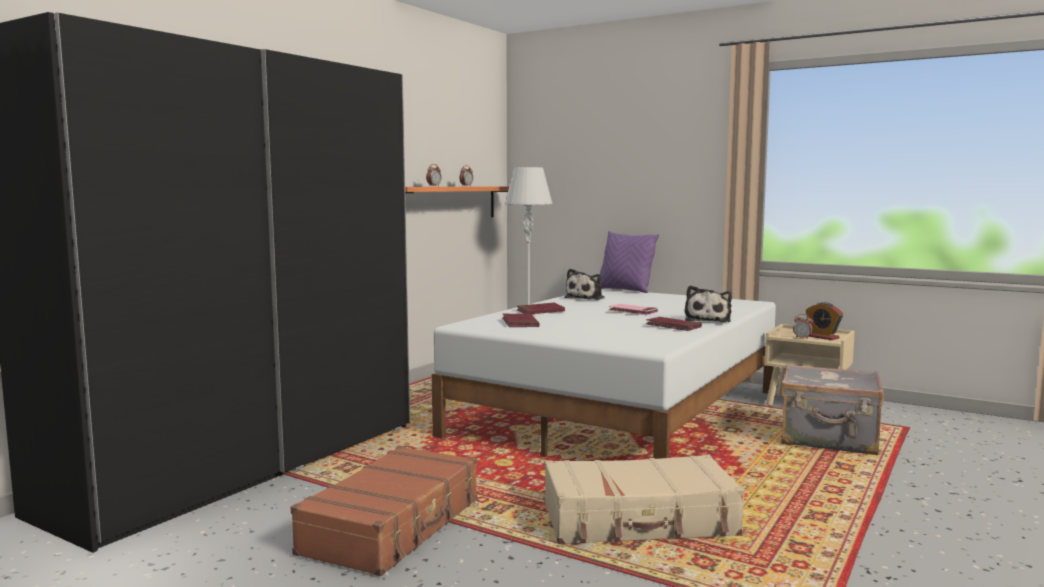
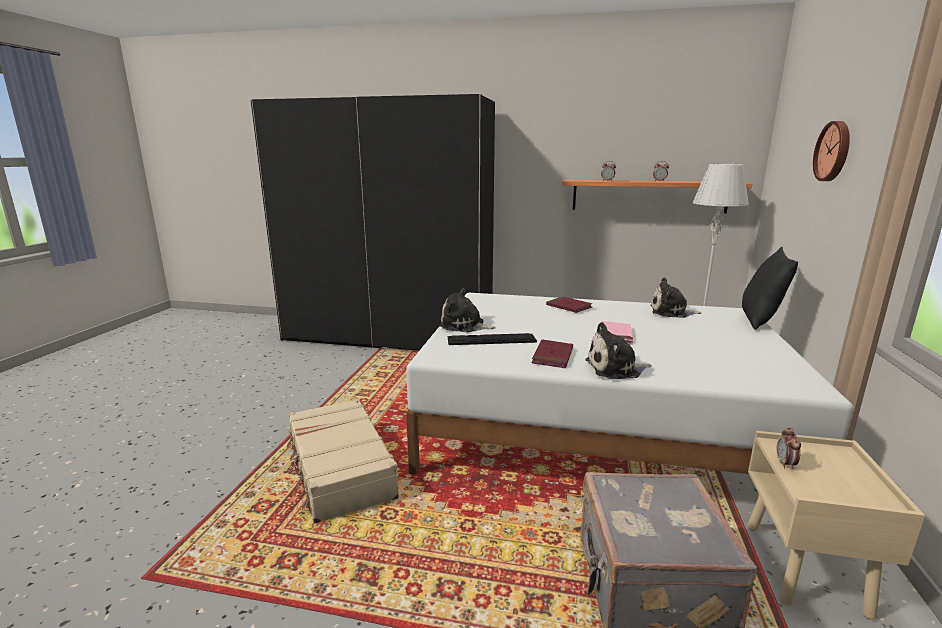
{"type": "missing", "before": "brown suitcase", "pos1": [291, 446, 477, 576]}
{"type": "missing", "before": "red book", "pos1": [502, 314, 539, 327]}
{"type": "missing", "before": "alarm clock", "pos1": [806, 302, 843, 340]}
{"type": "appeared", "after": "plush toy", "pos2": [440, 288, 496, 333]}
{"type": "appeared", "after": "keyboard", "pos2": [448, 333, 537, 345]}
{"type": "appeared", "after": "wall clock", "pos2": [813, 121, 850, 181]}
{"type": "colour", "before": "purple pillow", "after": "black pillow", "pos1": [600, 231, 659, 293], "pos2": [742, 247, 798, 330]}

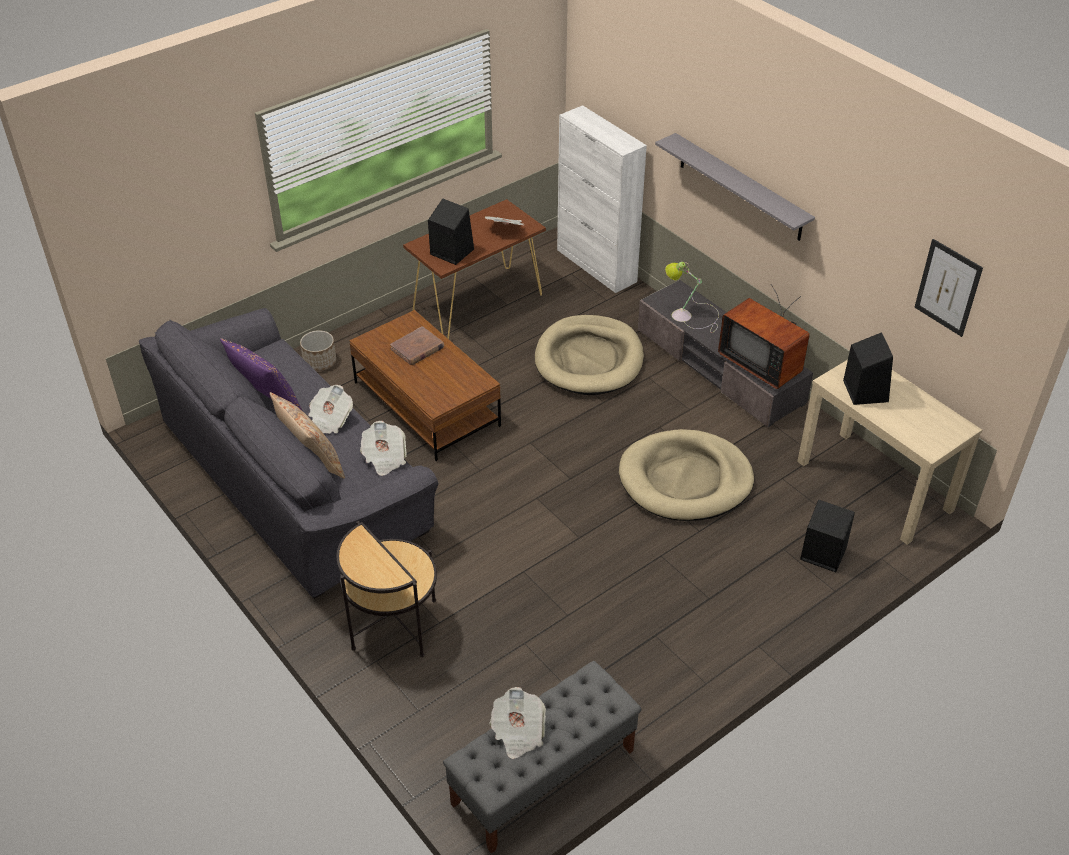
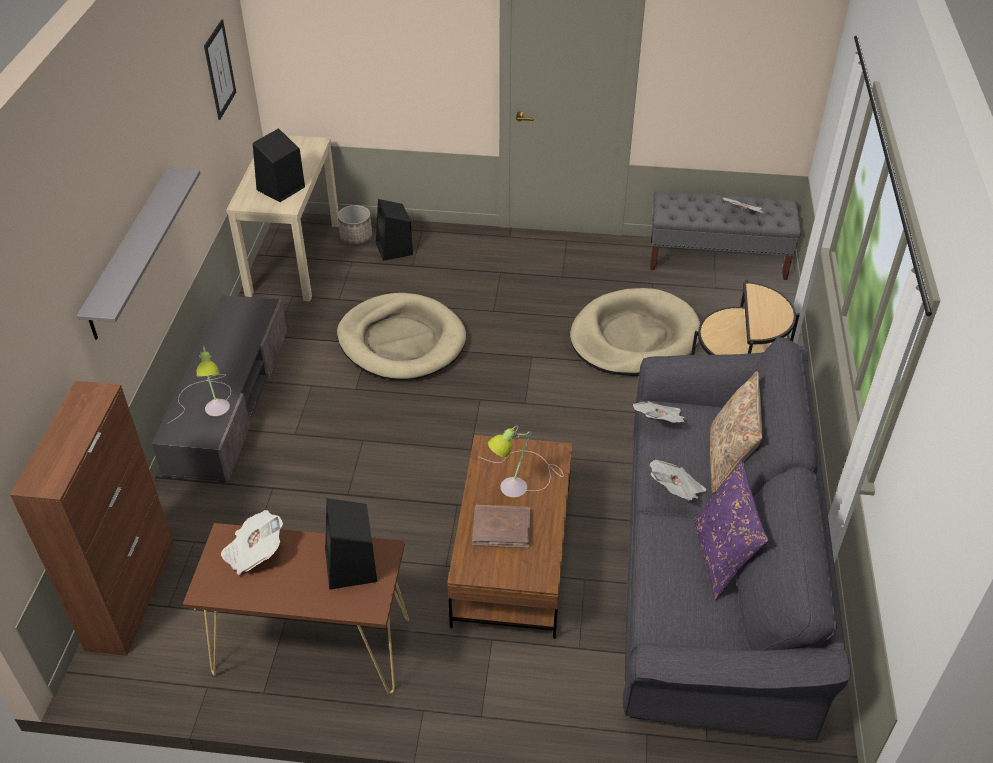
{"type": "missing", "before": "television", "pos1": [718, 284, 810, 389]}
{"type": "appeared", "after": "table lamp", "pos2": [478, 425, 564, 498]}
{"type": "relocated", "before": "planter", "pos1": [300, 330, 336, 371], "pos2": [337, 205, 372, 244]}
{"type": "relocated", "before": "beige dog bed", "pos1": [535, 315, 644, 395], "pos2": [570, 288, 700, 376]}
{"type": "colour", "before": "white cabinet", "after": "brown cabinet", "pos1": [557, 105, 647, 293], "pos2": [10, 381, 174, 656]}

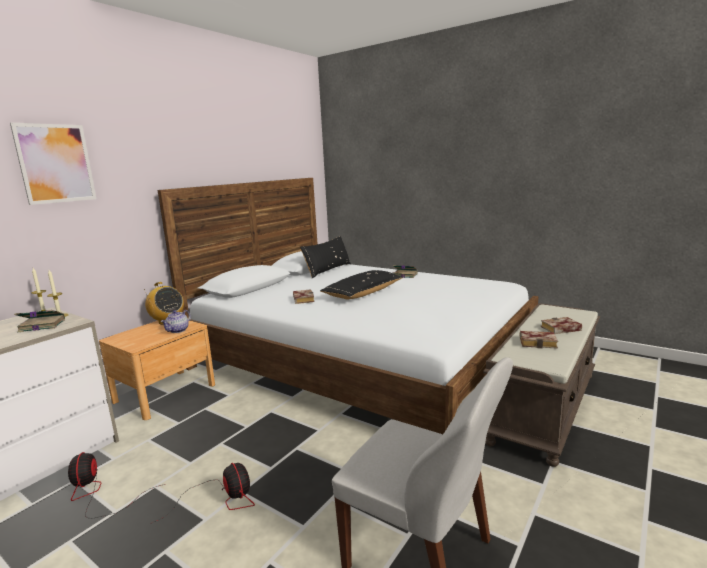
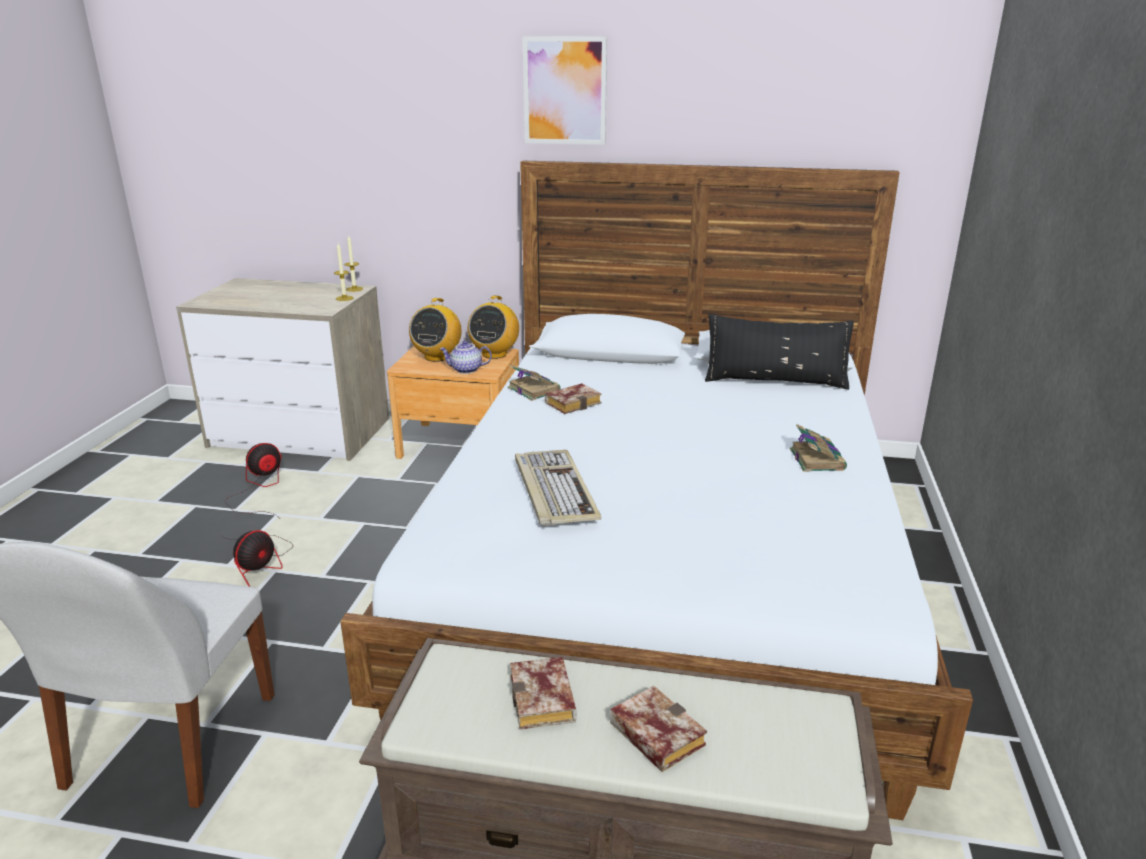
{"type": "missing", "before": "black pillow", "pos1": [320, 270, 403, 299]}
{"type": "appeared", "after": "radio", "pos2": [409, 298, 462, 362]}
{"type": "appeared", "after": "keyboard", "pos2": [515, 450, 601, 526]}
{"type": "relocated", "before": "picture", "pos1": [10, 123, 96, 205], "pos2": [523, 37, 607, 145]}
{"type": "relocated", "before": "book", "pos1": [14, 310, 65, 332], "pos2": [508, 365, 561, 401]}

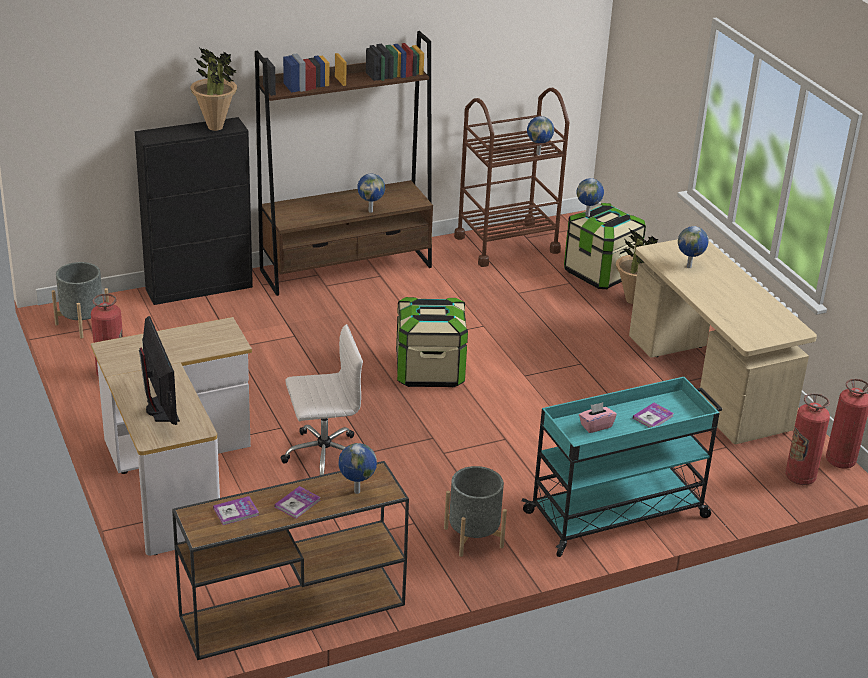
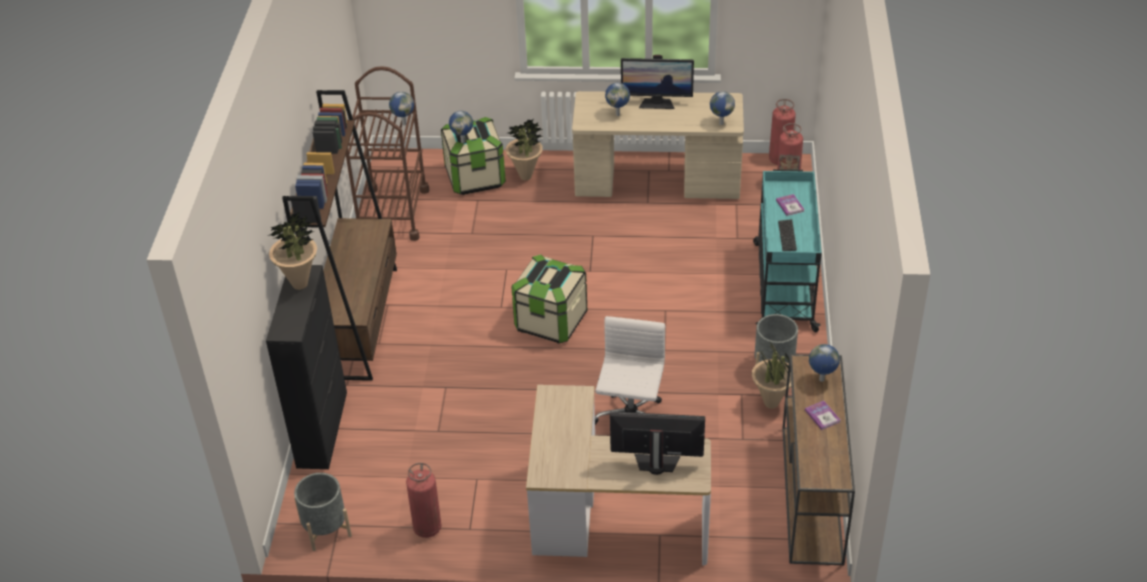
{"type": "missing", "before": "book", "pos1": [213, 496, 259, 525]}
{"type": "appeared", "after": "monitor", "pos2": [621, 55, 694, 109]}
{"type": "appeared", "after": "potted plant", "pos2": [751, 340, 791, 409]}
{"type": "relocated", "before": "globe", "pos1": [357, 174, 385, 213], "pos2": [710, 91, 735, 125]}
{"type": "exchanged", "before": "pink tissue box", "after": "keyboard", "pos1": [579, 402, 617, 433], "pos2": [778, 220, 797, 251]}

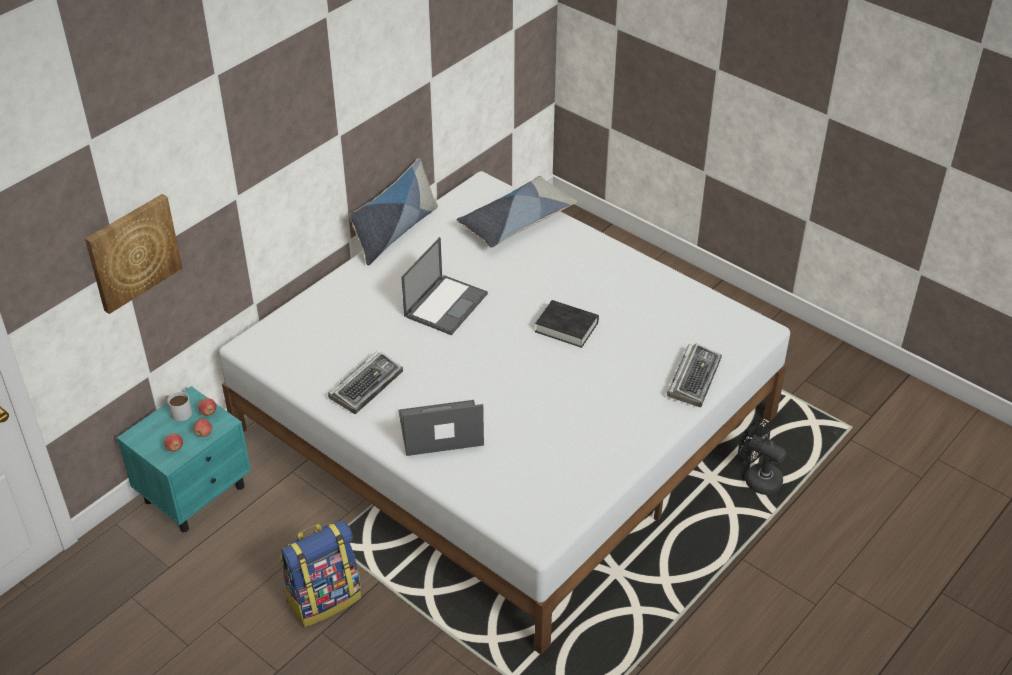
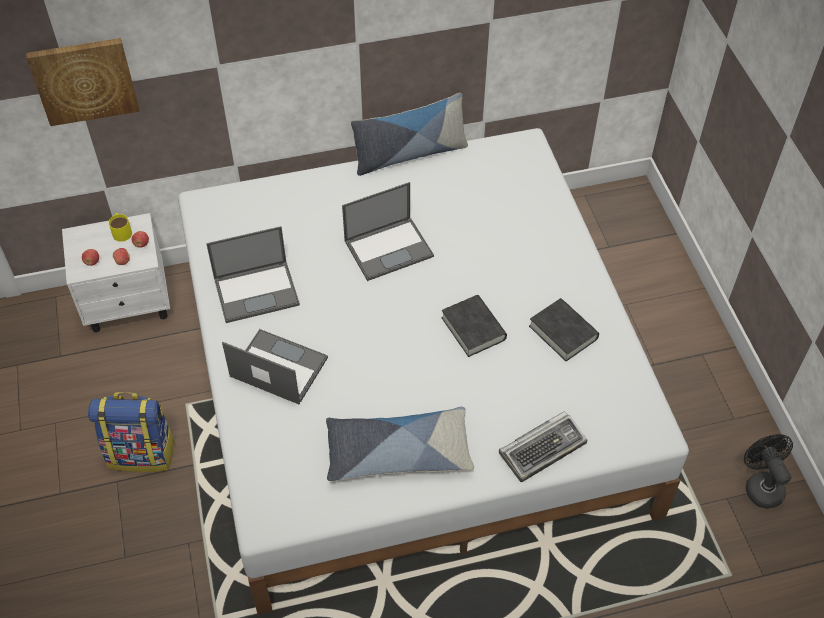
{"type": "appeared", "after": "black book", "pos2": [529, 298, 599, 361]}
{"type": "relocated", "before": "pillow", "pos1": [456, 176, 577, 248], "pos2": [326, 407, 474, 482]}
{"type": "relocated", "before": "black fan", "pos1": [738, 420, 786, 495], "pos2": [744, 434, 793, 509]}
{"type": "exchanged", "before": "keyboard", "after": "laptop", "pos1": [328, 352, 403, 414], "pos2": [206, 226, 300, 323]}
{"type": "colour", "before": "turquoise nightstand", "after": "white nightstand", "pos1": [117, 386, 251, 532], "pos2": [62, 213, 170, 333]}
{"type": "colour", "before": "white mug", "after": "yellow mug", "pos1": [165, 392, 192, 421], "pos2": [109, 213, 132, 242]}

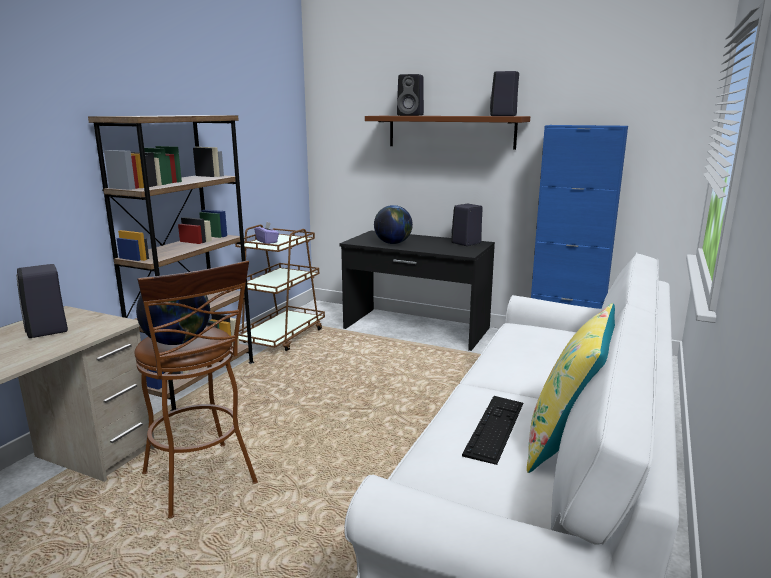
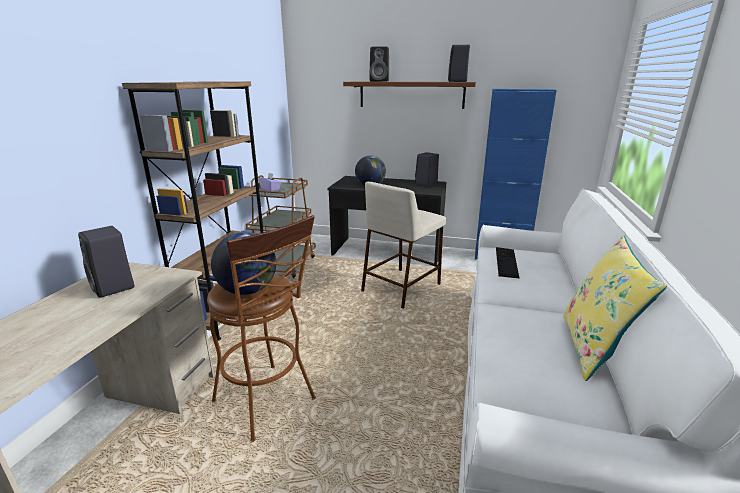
{"type": "appeared", "after": "beige stool", "pos2": [361, 182, 446, 309]}
{"type": "relocated", "before": "keyboard", "pos1": [462, 396, 523, 465], "pos2": [496, 247, 519, 278]}

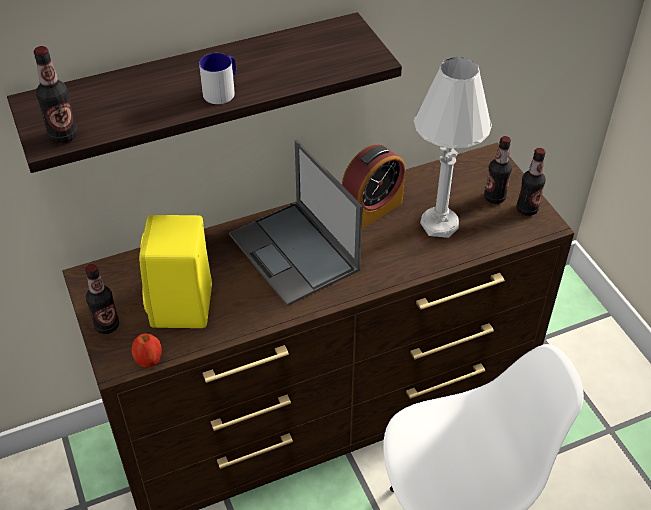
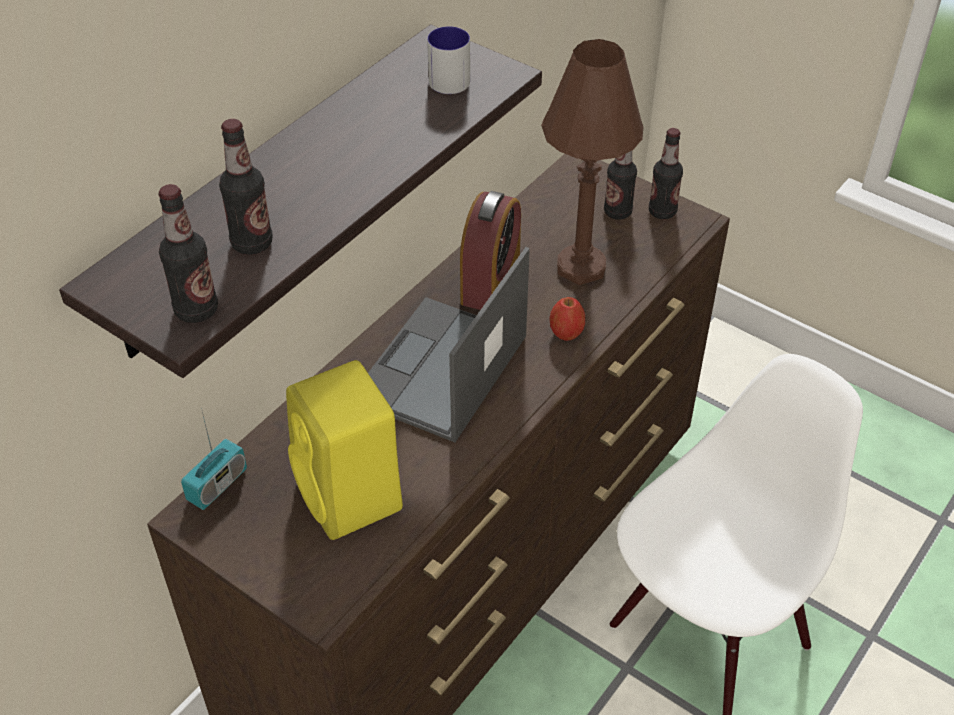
{"type": "appeared", "after": "radio", "pos2": [181, 408, 247, 510]}
{"type": "relocated", "before": "bottle", "pos1": [85, 264, 119, 334], "pos2": [219, 119, 273, 255]}
{"type": "relocated", "before": "apple", "pos1": [131, 333, 162, 367], "pos2": [549, 297, 585, 341]}
{"type": "relocated", "before": "mug", "pos1": [199, 53, 236, 104], "pos2": [427, 26, 470, 94]}
{"type": "colour", "before": "white table lamp", "after": "brown table lamp", "pos1": [414, 57, 492, 238], "pos2": [541, 39, 643, 285]}
{"type": "spun", "before": "laptop", "pos1": [229, 140, 363, 306], "pos2": [368, 247, 530, 442], "turn": 90}

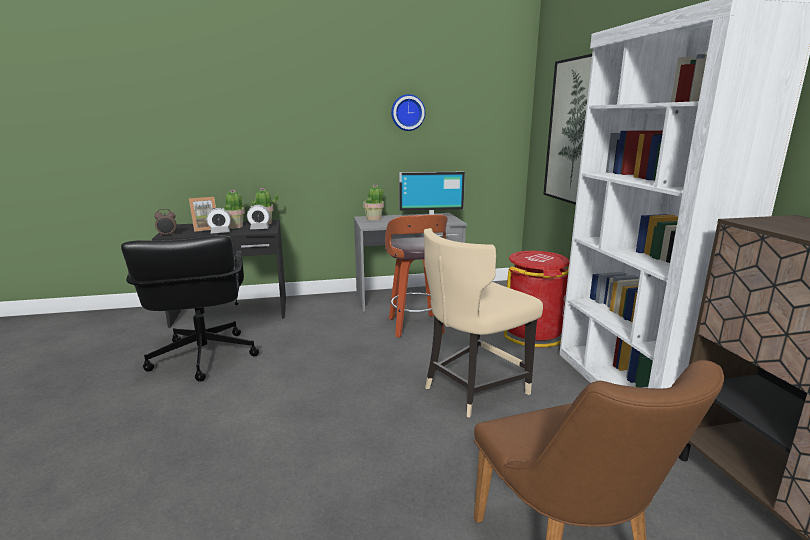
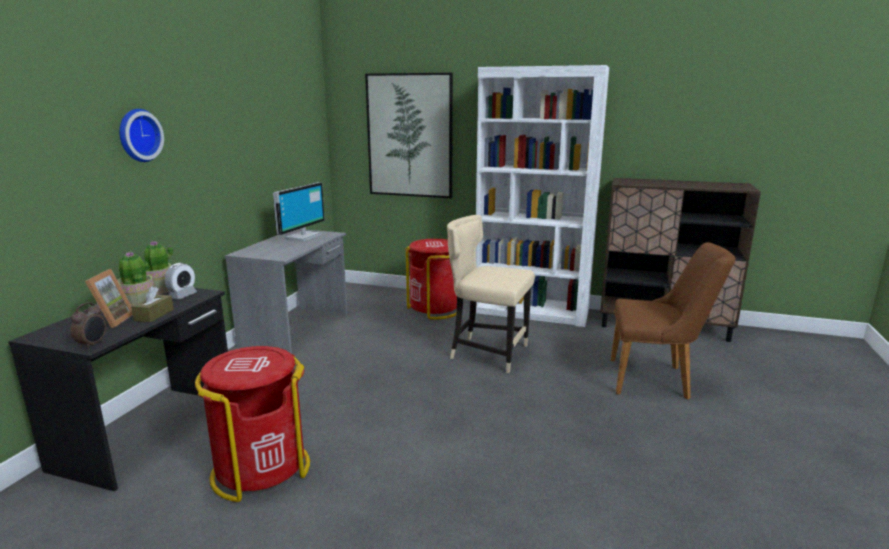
{"type": "missing", "before": "potted plant", "pos1": [363, 184, 384, 221]}
{"type": "missing", "before": "stool", "pos1": [385, 215, 448, 338]}
{"type": "relocated", "before": "wall clock", "pos1": [391, 94, 425, 131], "pos2": [119, 109, 164, 162]}
{"type": "exchanged", "before": "black office chair", "after": "red trash can", "pos1": [121, 235, 259, 382], "pos2": [195, 346, 310, 502]}
{"type": "exchanged", "before": "alarm clock", "after": "brown tissue box", "pos1": [207, 208, 231, 234], "pos2": [131, 287, 174, 323]}
{"type": "spun", "before": "beige chair", "pos1": [424, 228, 543, 418], "pos2": [447, 215, 535, 373], "turn": 120}

